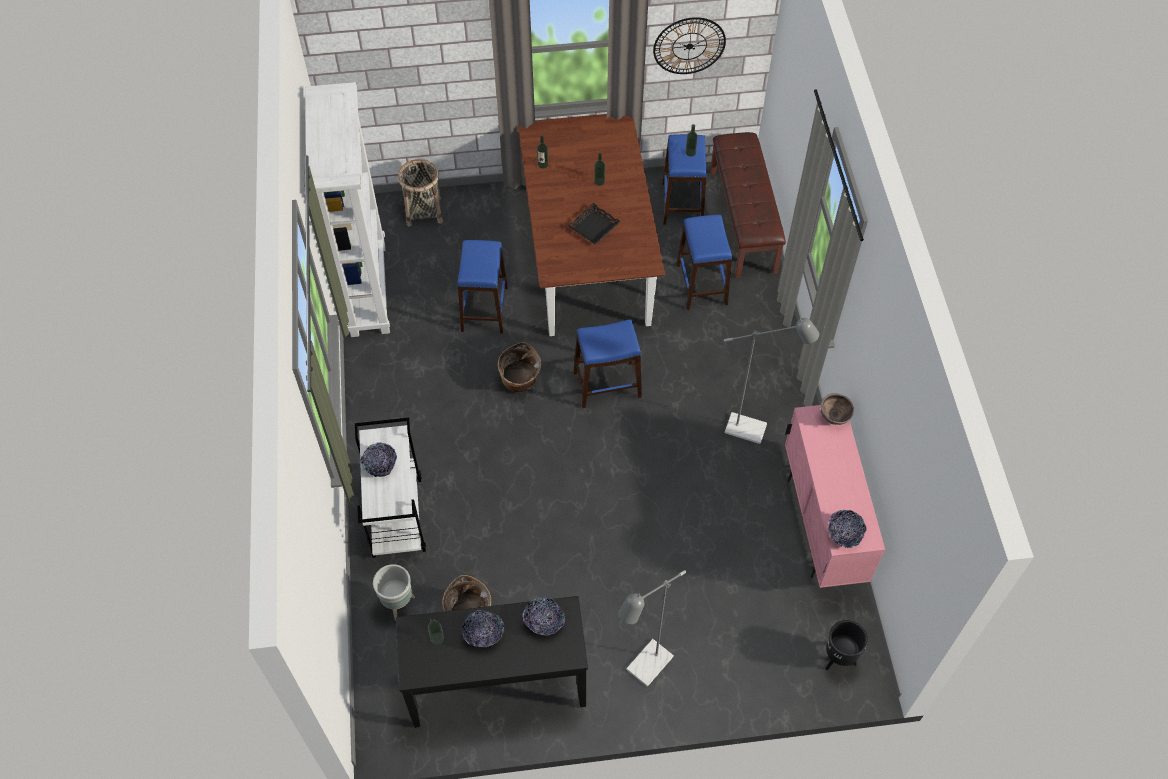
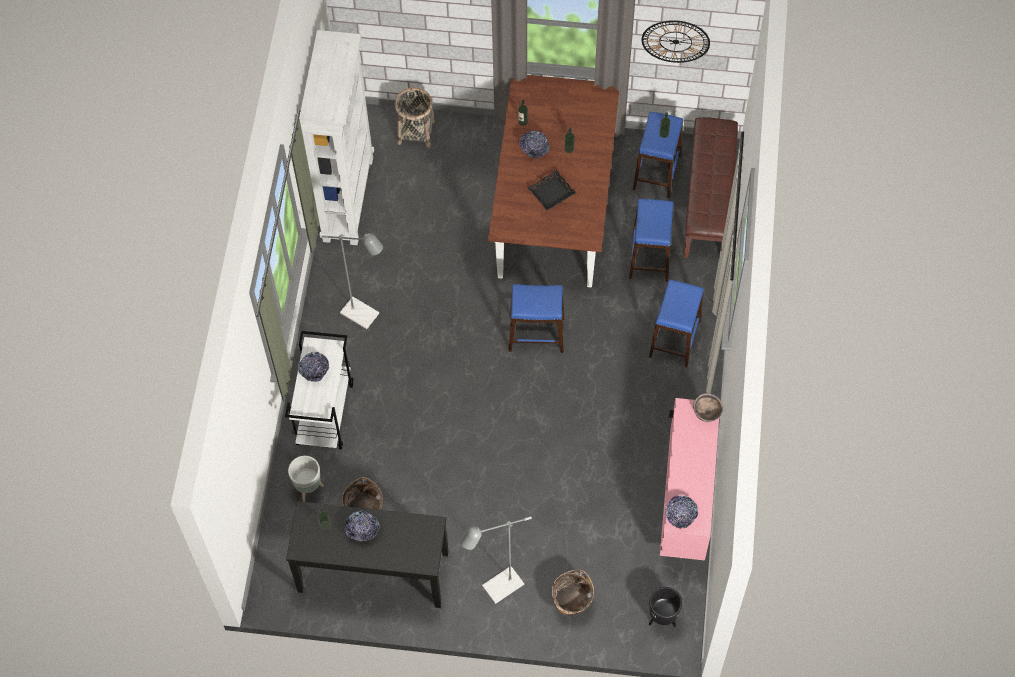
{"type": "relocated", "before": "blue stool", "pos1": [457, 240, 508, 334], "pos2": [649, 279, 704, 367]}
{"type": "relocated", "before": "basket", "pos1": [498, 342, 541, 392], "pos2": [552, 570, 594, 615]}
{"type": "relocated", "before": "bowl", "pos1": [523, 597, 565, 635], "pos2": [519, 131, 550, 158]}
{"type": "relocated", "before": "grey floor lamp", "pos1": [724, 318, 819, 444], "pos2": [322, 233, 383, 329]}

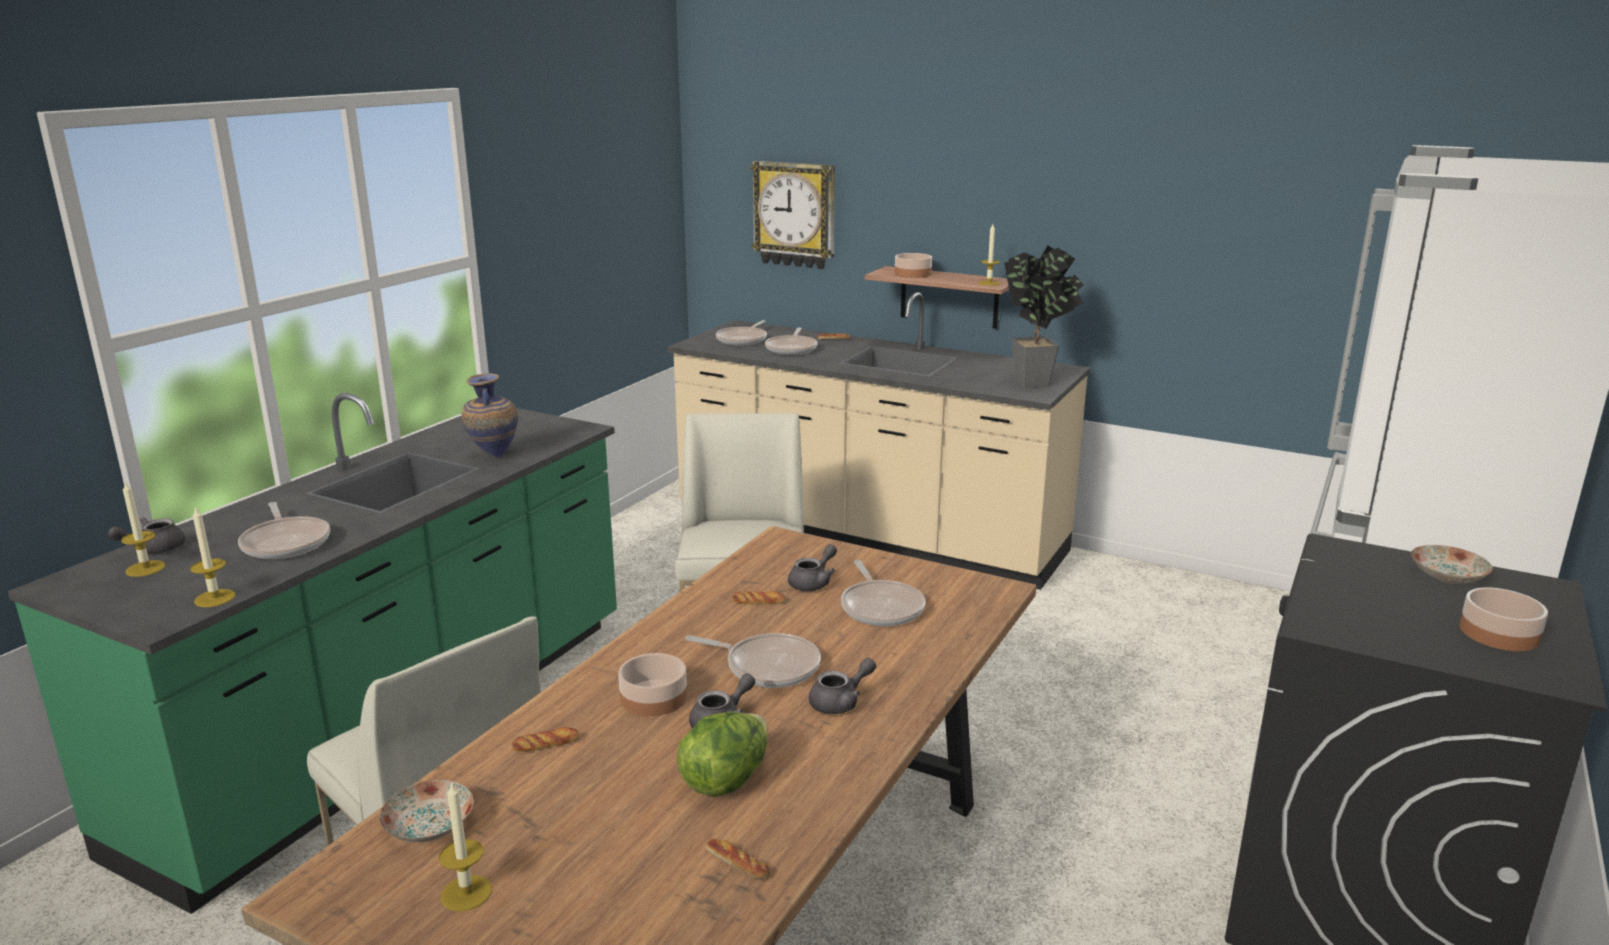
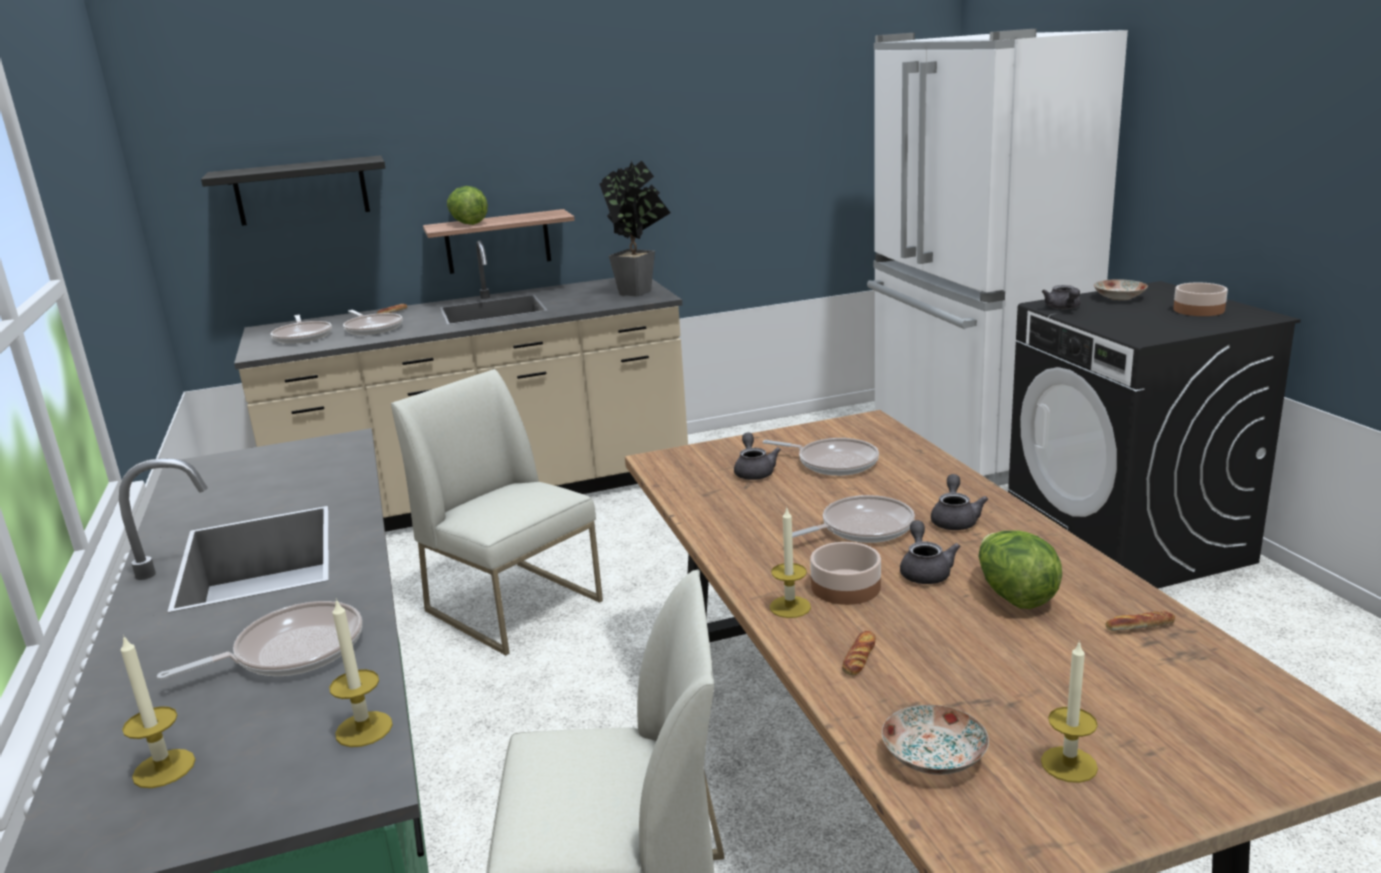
{"type": "missing", "before": "vase", "pos1": [462, 373, 518, 458]}
{"type": "missing", "before": "bread", "pos1": [732, 591, 785, 605]}
{"type": "relocated", "before": "grey teapot", "pos1": [108, 517, 185, 553], "pos2": [1042, 285, 1081, 309]}
{"type": "relocated", "before": "candle", "pos1": [978, 224, 1001, 286], "pos2": [770, 508, 811, 618]}
{"type": "exchanged", "before": "wall clock", "after": "black shelf", "pos1": [750, 161, 835, 269], "pos2": [201, 155, 385, 226]}
{"type": "exchanged", "before": "bowl", "after": "lettuce", "pos1": [895, 253, 932, 278], "pos2": [447, 186, 488, 225]}
{"type": "spun", "before": "frying pan", "pos1": [238, 502, 330, 559], "pos2": [157, 601, 362, 680], "turn": -45}

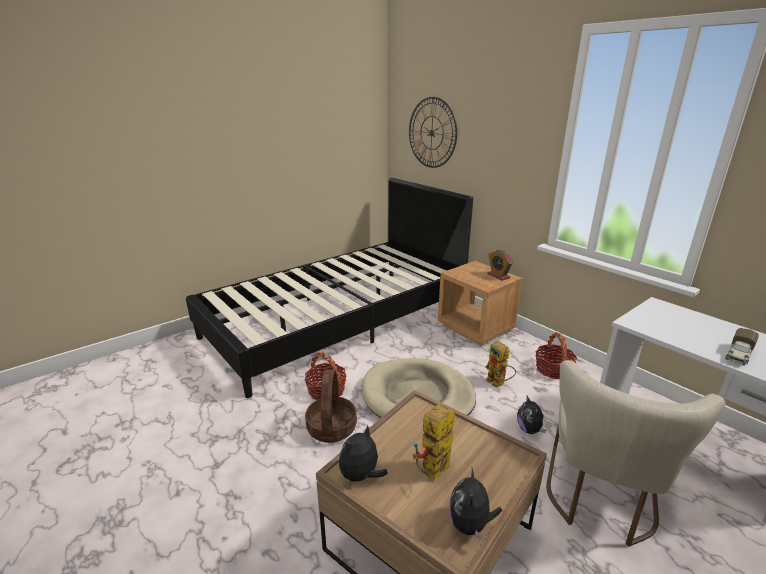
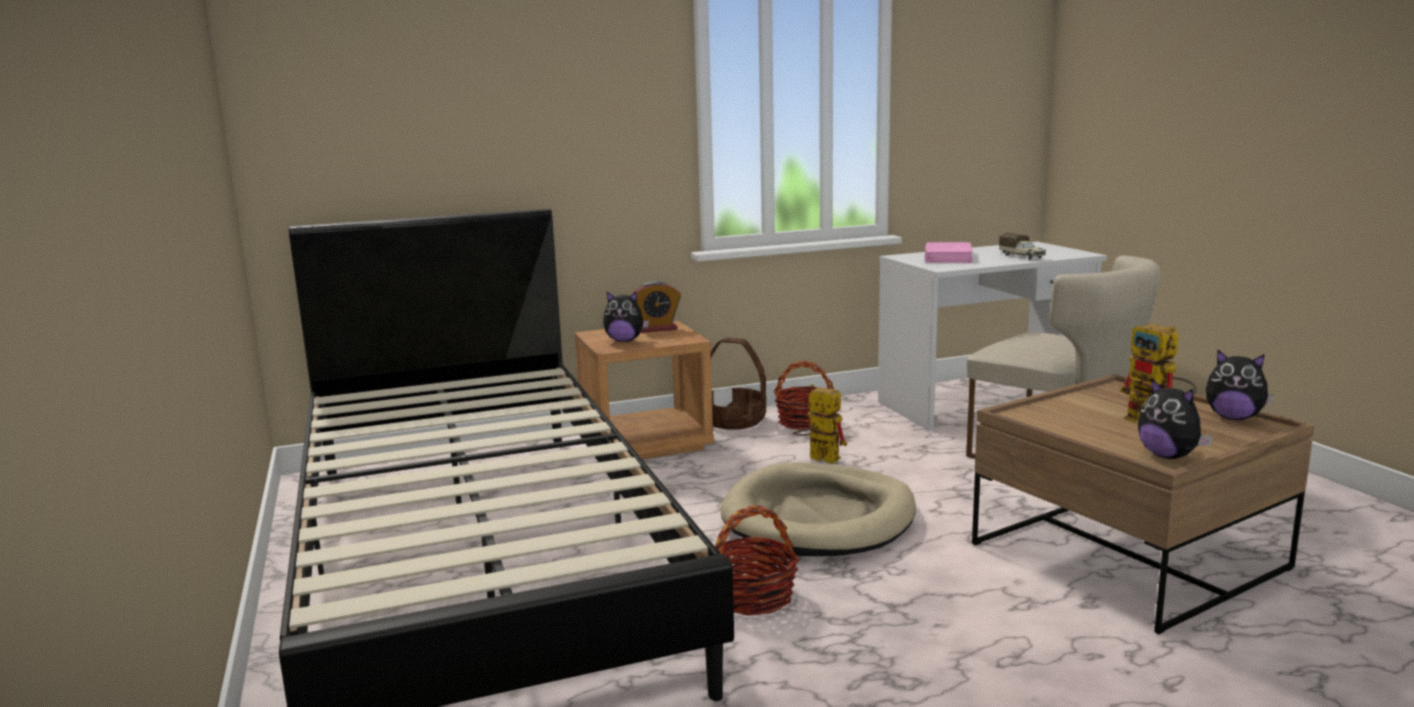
{"type": "missing", "before": "wall clock", "pos1": [409, 97, 457, 168]}
{"type": "appeared", "after": "pink book", "pos2": [925, 242, 973, 263]}
{"type": "relocated", "before": "basket", "pos1": [305, 369, 357, 443], "pos2": [711, 338, 766, 430]}
{"type": "relocated", "before": "plush toy", "pos1": [517, 396, 546, 434], "pos2": [603, 291, 649, 342]}
{"type": "spun", "before": "toy robot", "pos1": [485, 341, 516, 388], "pos2": [794, 384, 847, 464], "turn": -135}

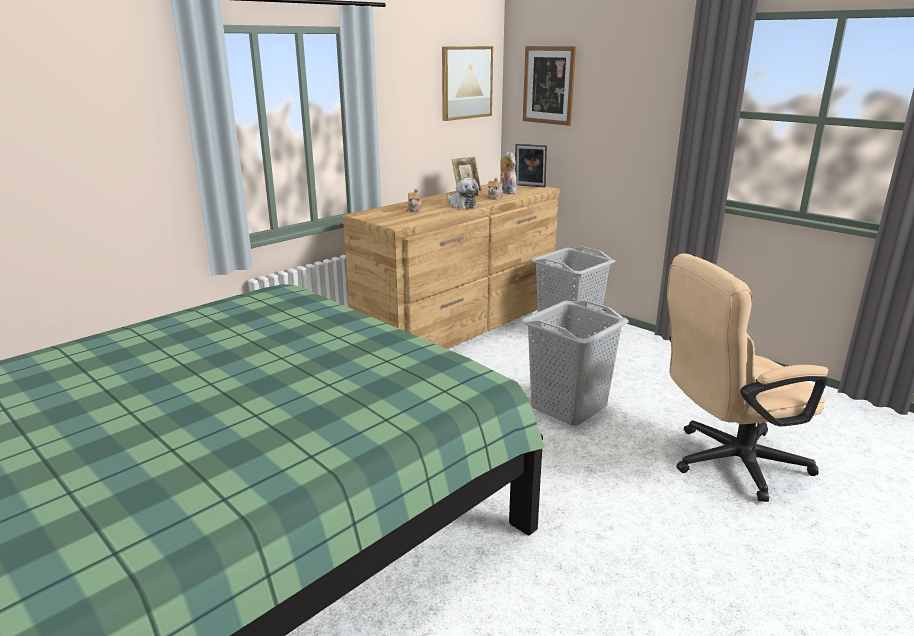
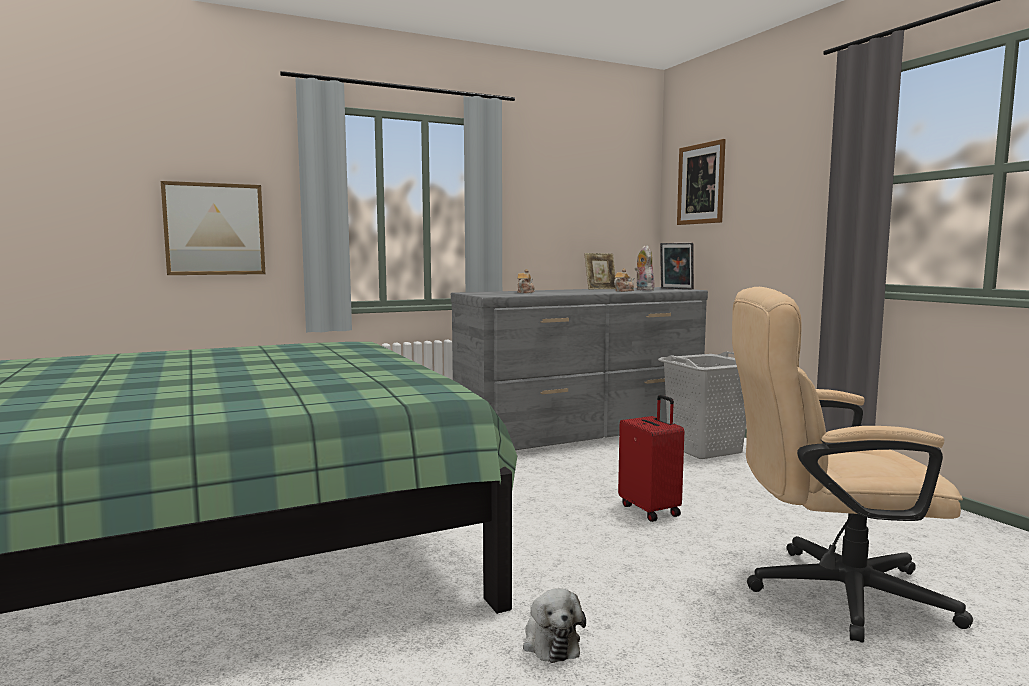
{"type": "relocated", "before": "picture", "pos1": [442, 46, 493, 121], "pos2": [161, 181, 265, 275]}
{"type": "relocated", "before": "plush toy", "pos1": [447, 178, 479, 209], "pos2": [523, 588, 586, 663]}
{"type": "exchanged", "before": "grey laundry basket", "after": "red suitcase", "pos1": [521, 300, 629, 425], "pos2": [618, 395, 684, 522]}
{"type": "colour", "before": "brown dresser", "after": "grey dresser", "pos1": [342, 181, 560, 349], "pos2": [451, 287, 708, 450]}

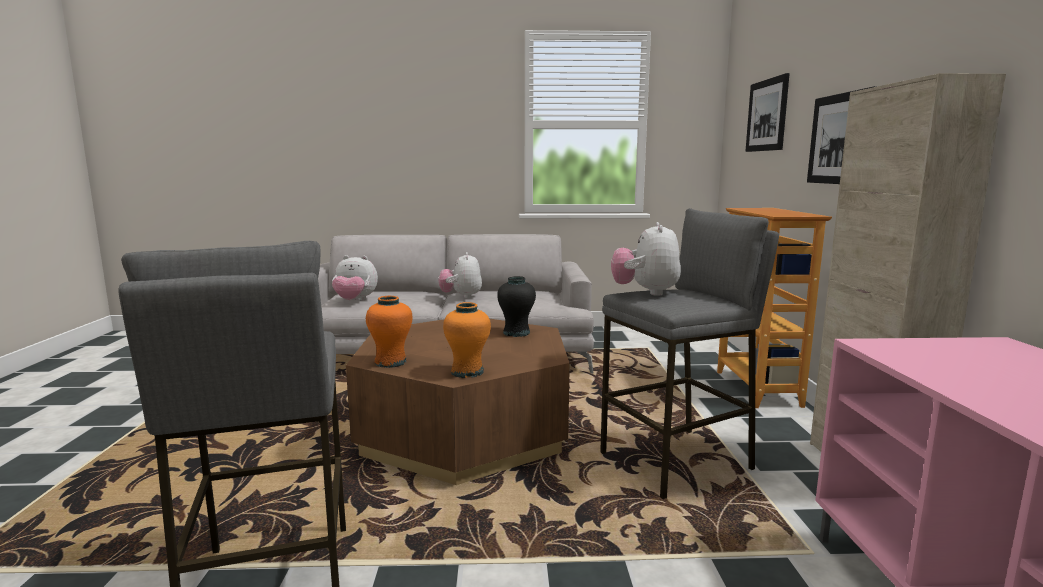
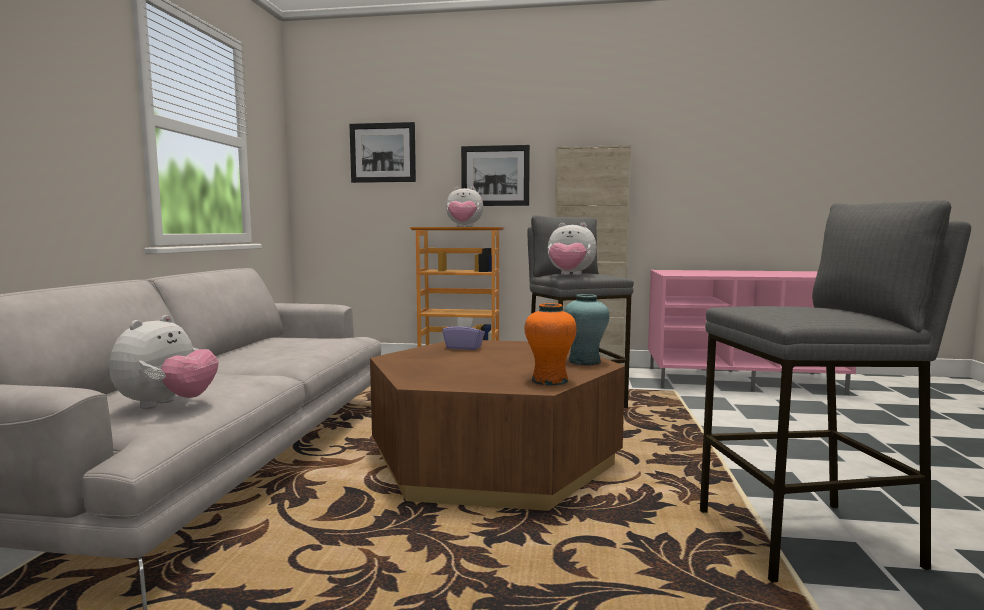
{"type": "relocated", "before": "plush toy", "pos1": [439, 252, 482, 299], "pos2": [446, 187, 483, 227]}
{"type": "exchanged", "before": "black vase", "after": "purple tissue box", "pos1": [497, 276, 536, 337], "pos2": [442, 318, 485, 350]}
{"type": "colour", "before": "orange vase", "after": "turquoise vase", "pos1": [443, 302, 491, 378], "pos2": [564, 294, 609, 365]}

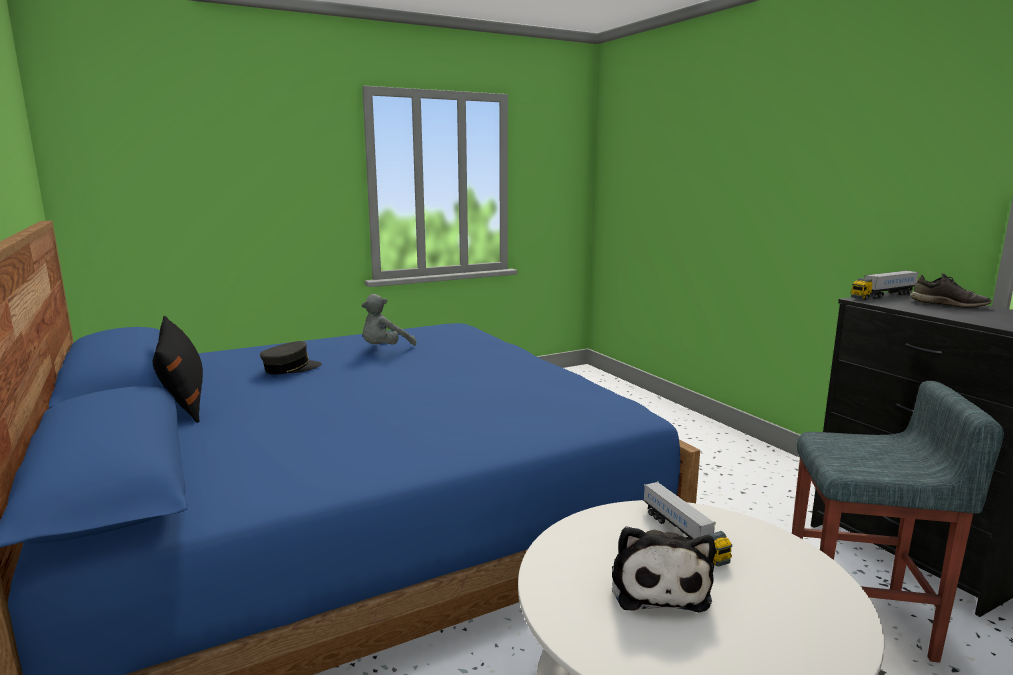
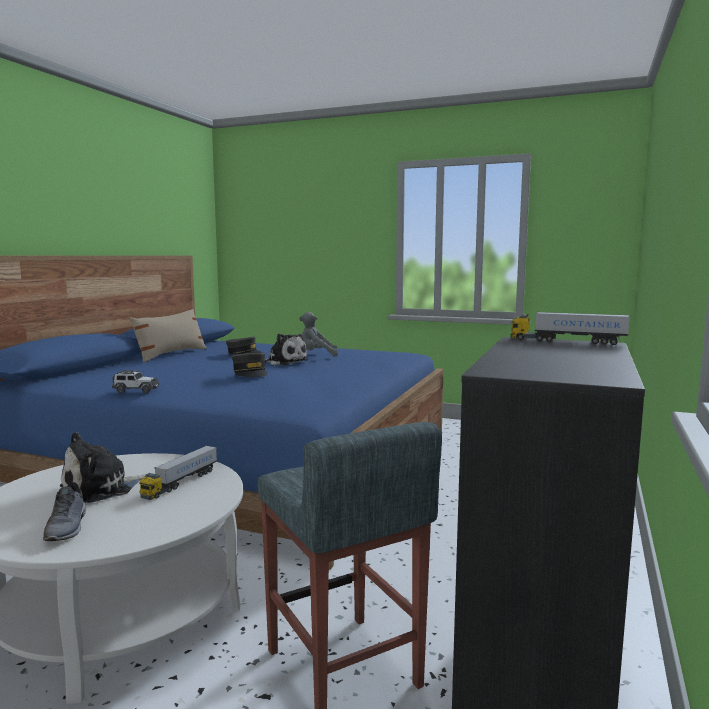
{"type": "appeared", "after": "toy car", "pos2": [112, 370, 159, 393]}
{"type": "appeared", "after": "grey cap", "pos2": [232, 353, 268, 377]}
{"type": "appeared", "after": "plush toy", "pos2": [265, 333, 308, 366]}
{"type": "relocated", "before": "grey shoe", "pos1": [911, 273, 992, 308], "pos2": [43, 482, 86, 541]}
{"type": "colour", "before": "black pillow", "after": "beige pillow", "pos1": [153, 316, 203, 423], "pos2": [130, 309, 207, 363]}

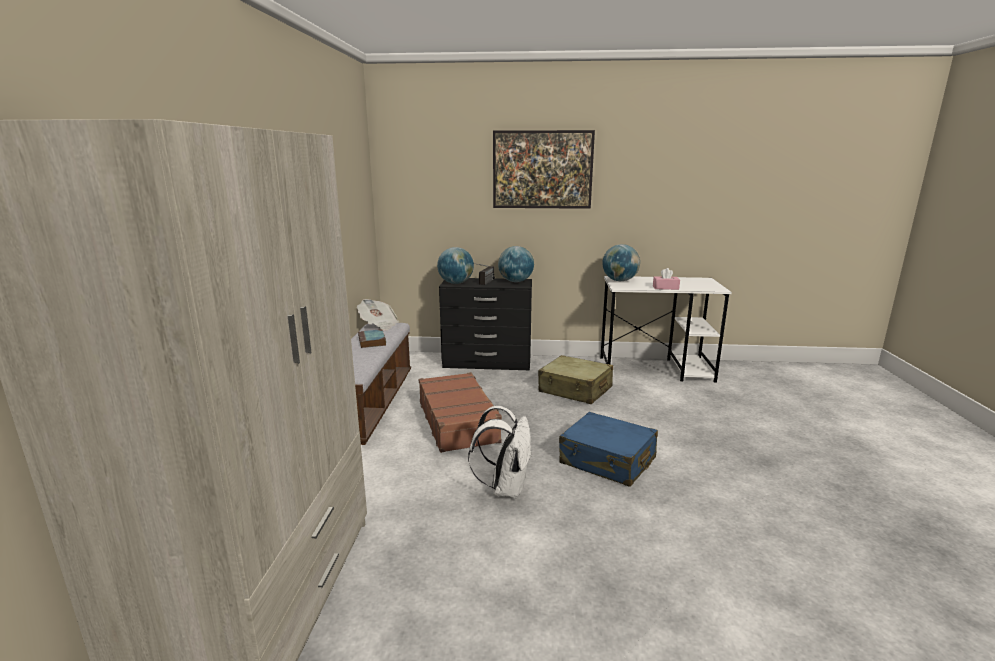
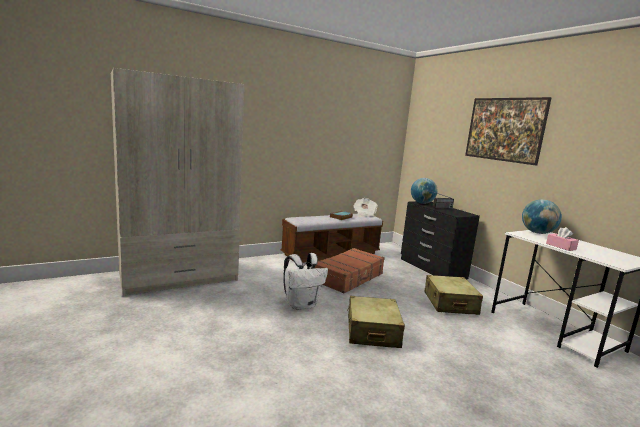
{"type": "missing", "before": "globe", "pos1": [498, 246, 534, 282]}
{"type": "colour", "before": "blue suitcase", "after": "beige suitcase", "pos1": [559, 412, 658, 487], "pos2": [347, 296, 405, 348]}

